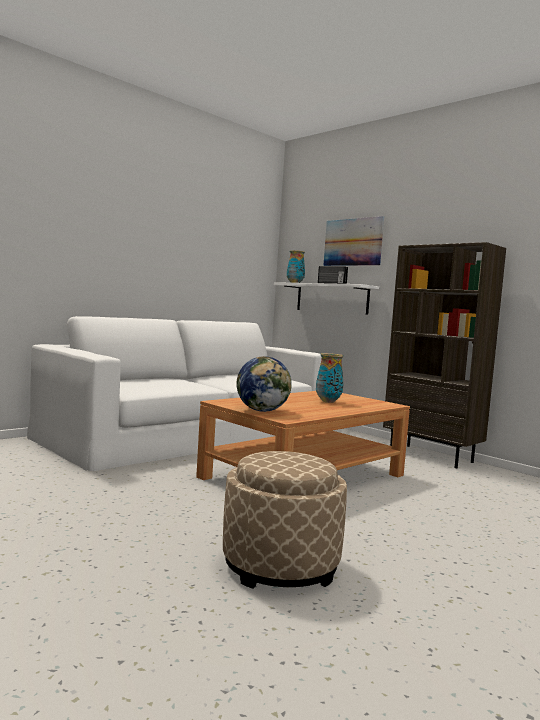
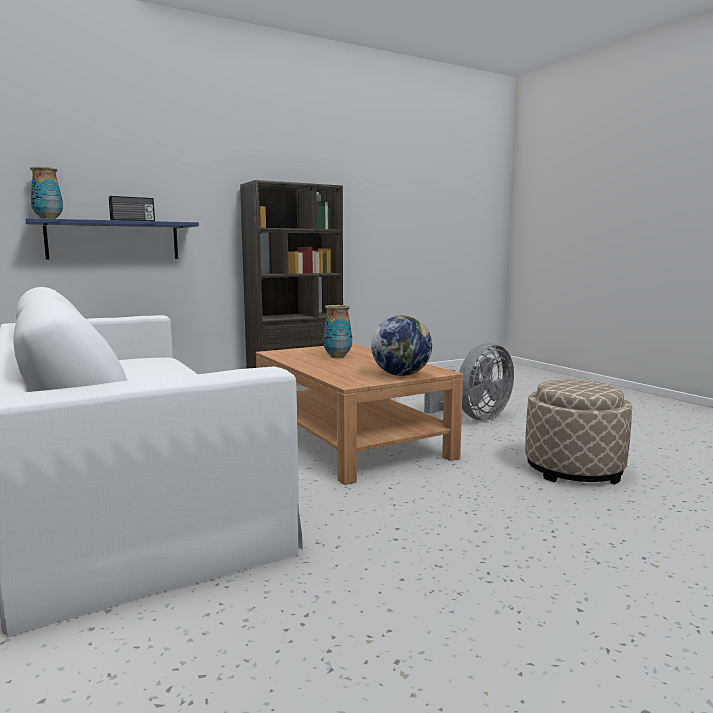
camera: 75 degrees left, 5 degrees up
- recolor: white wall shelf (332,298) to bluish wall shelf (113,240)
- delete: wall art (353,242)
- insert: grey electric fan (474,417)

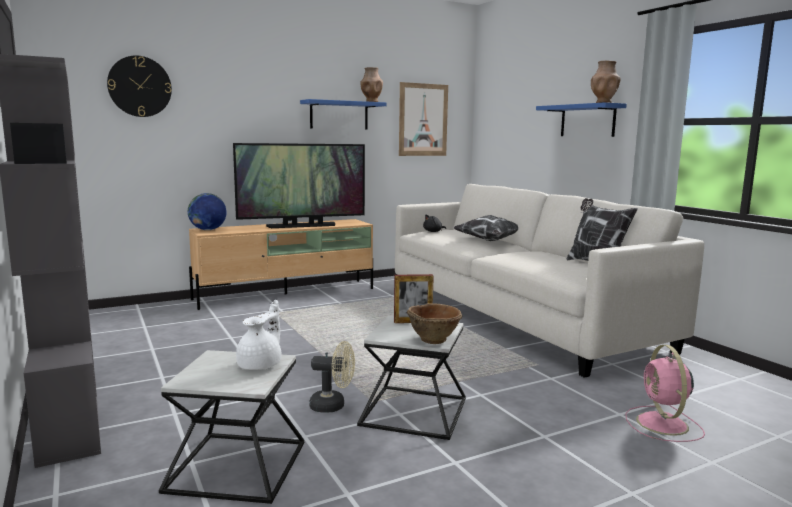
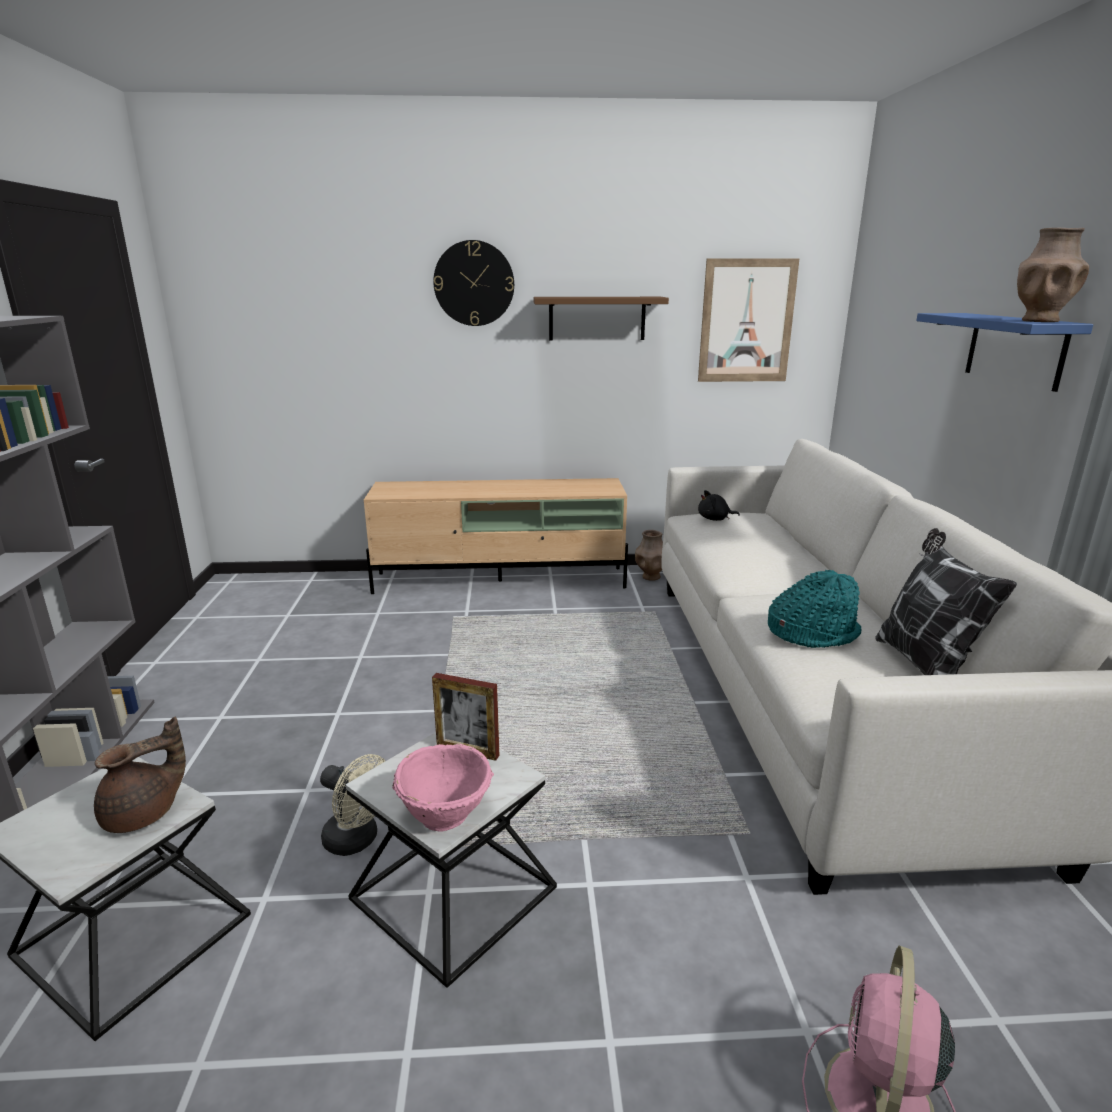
camera: 25 degrees right, 10 degrees up
- move: wall clock (139,86) to (474,283)
- delete: desk globe (208,230)
- delete: TV set (302,226)
- recolor: white teapot (261,365) to brown-coloured teapot (144,814)
- recolor: bluish wall shelf (339,115) to brown-coloured wall shelf (597,318)
- move: brown-coloured flower vase (371,102) to (650,577)
- recolor: brown-coloured serving bowl (433,339) to pink-coloured serving bowl (446,814)
- delete: cushion (490,241)
- insert: turquoise-coloured clothing hat (812,632)

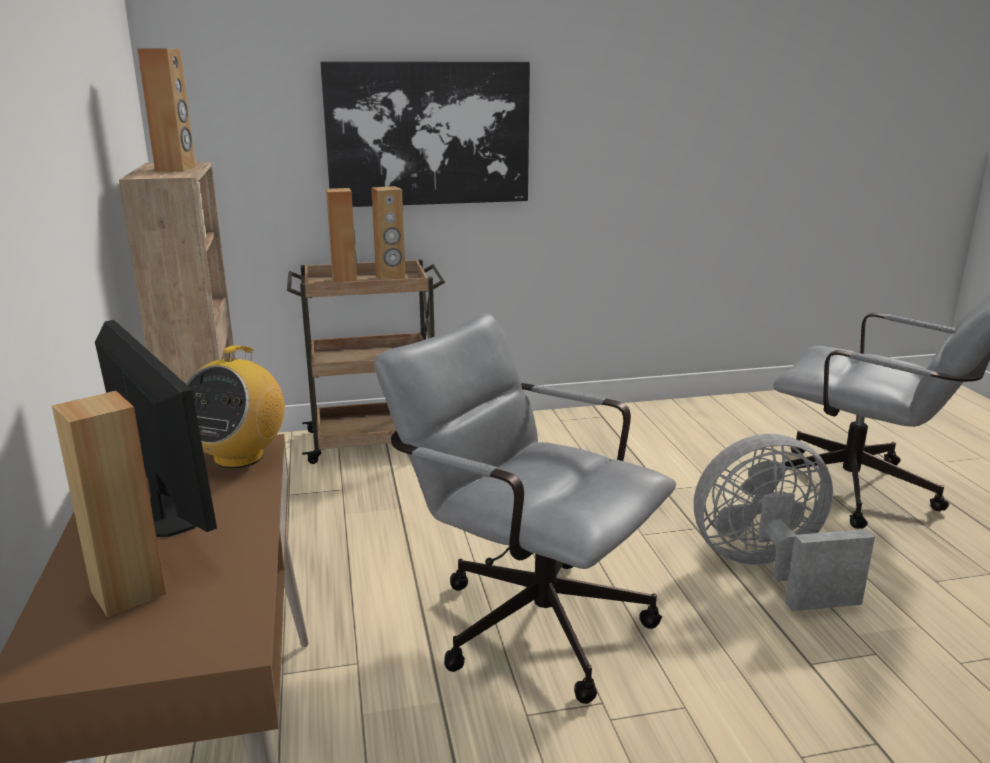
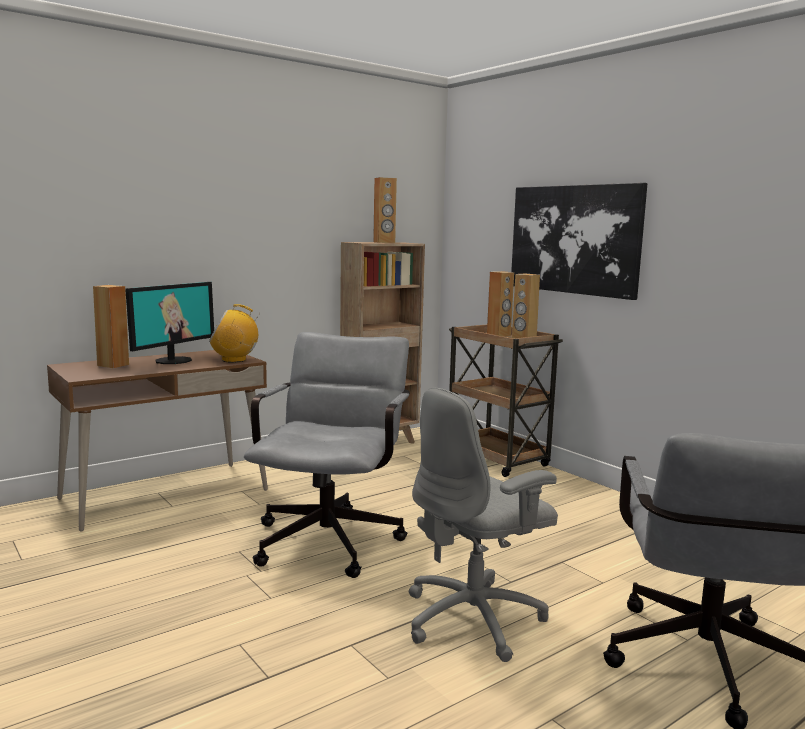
camera: 65 degrees right, 10 degrees down
- replace: grey electric fan (768,570) to grey computer chair (475,619)

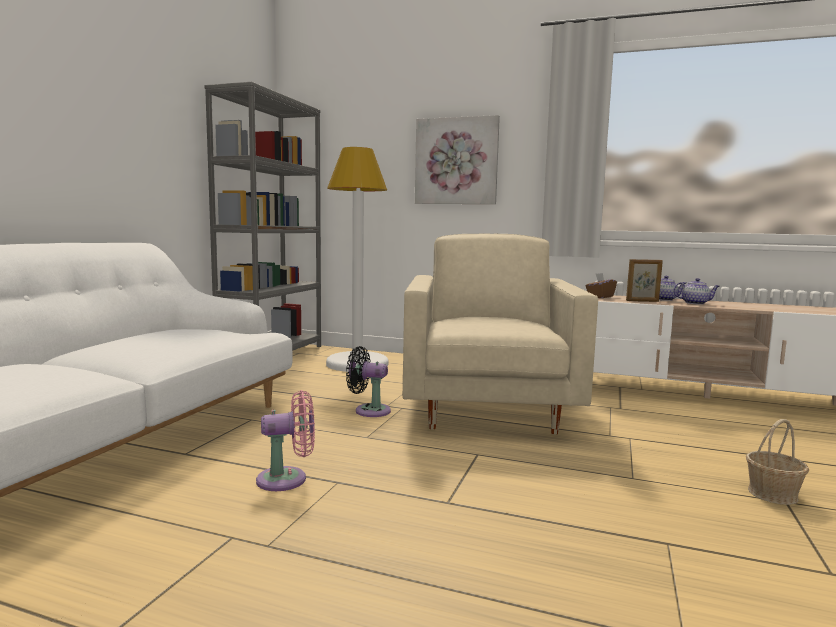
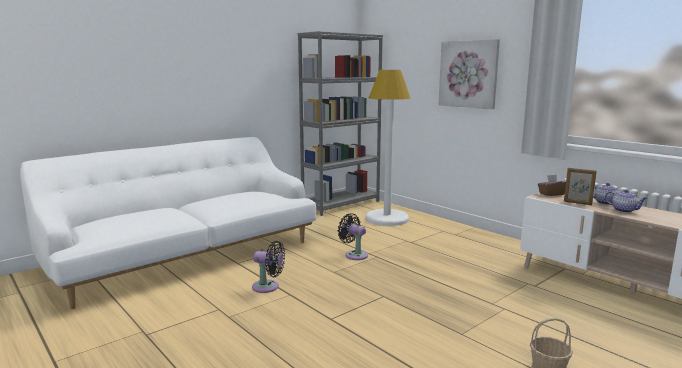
camera: 30 degrees right, 5 degrees up
- recolor: pink-coloured electric fan (287,479) to black electric fan (268,287)
- delete: beige lounge chair (489,409)

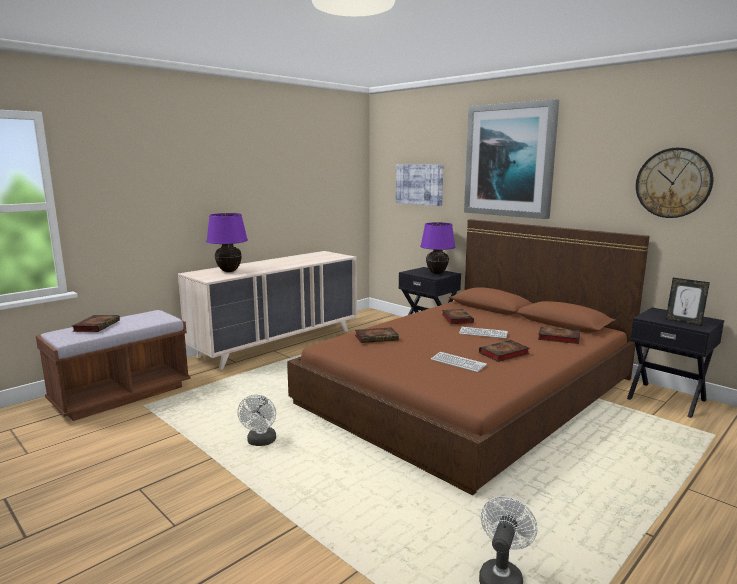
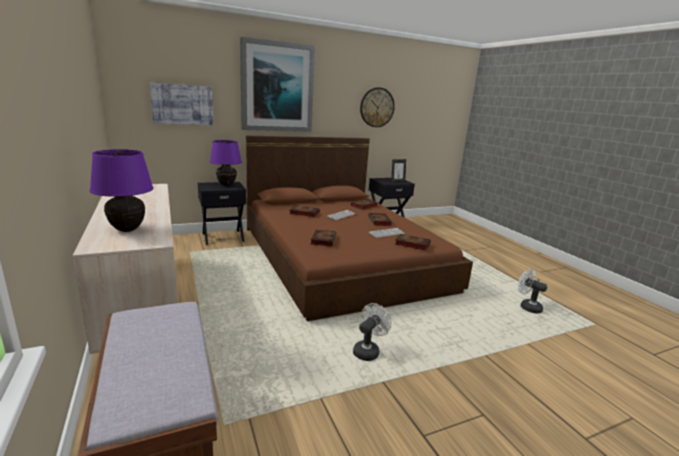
camera: 70 degrees left, 5 degrees up
- move: volume (97,326) to (411,244)
- rotate: white electric fan (261,442) = (368,351) 75 degrees counterclockwise

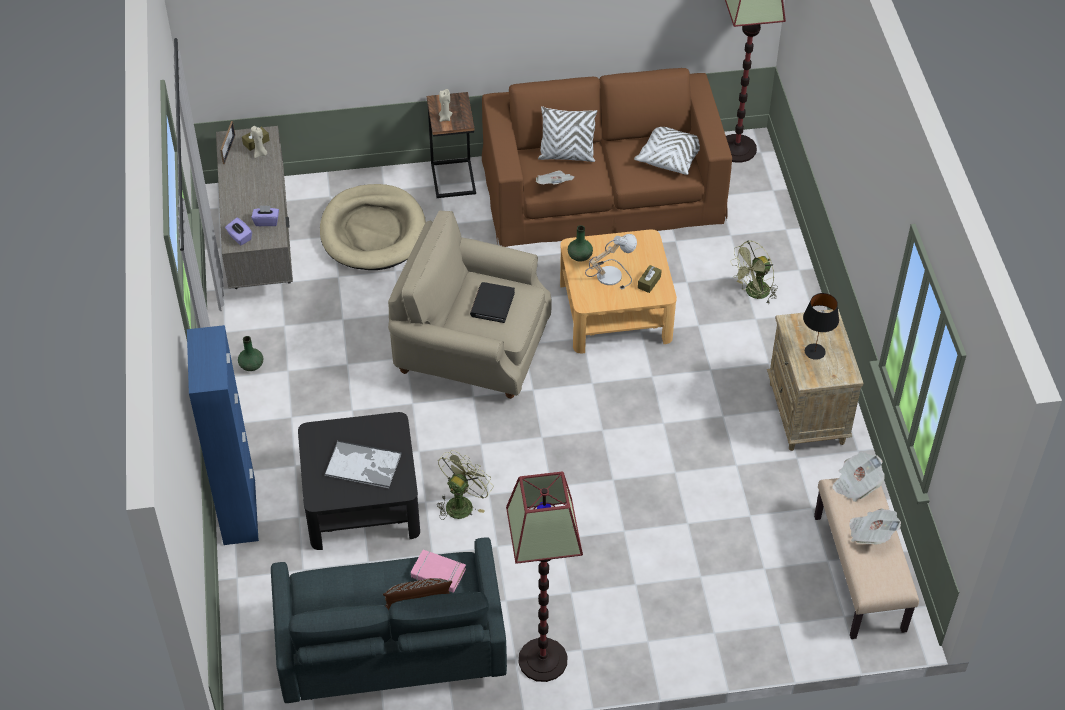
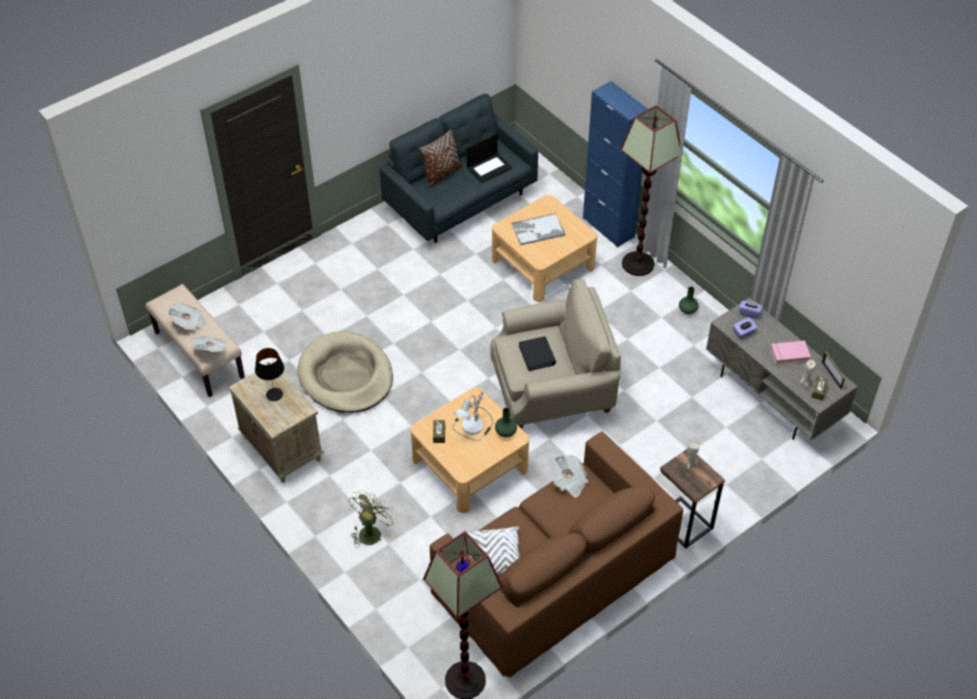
camera: 150 degrees right, 0 degrees up
- recolor: black low table (361,500) to beige low table (543,263)
- move: beige dog cushion (373,231) to (346,376)
- move: pink-coloured volume (438,573) to (789,354)
- delete: greenish electric fan (462,503)
- move: floor lamp (542,660) to (638,263)
- delete: white cushion (567,156)
- insert: notebook computer (489,167)

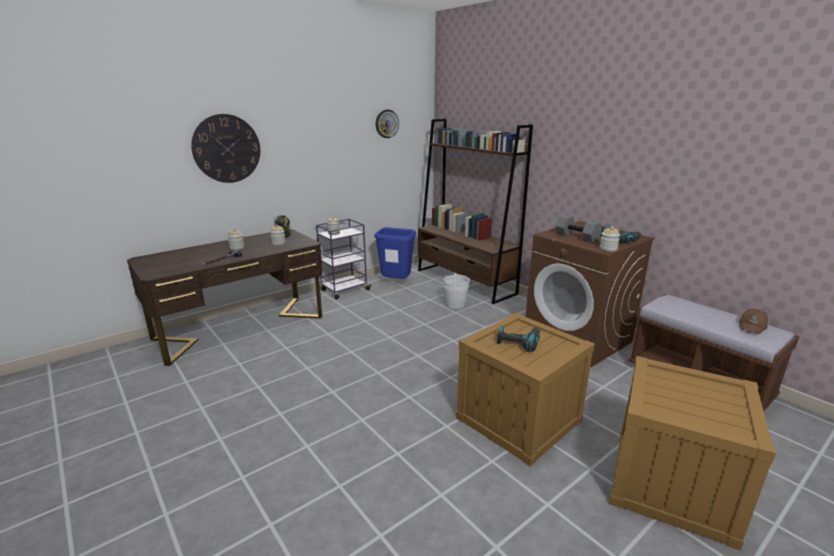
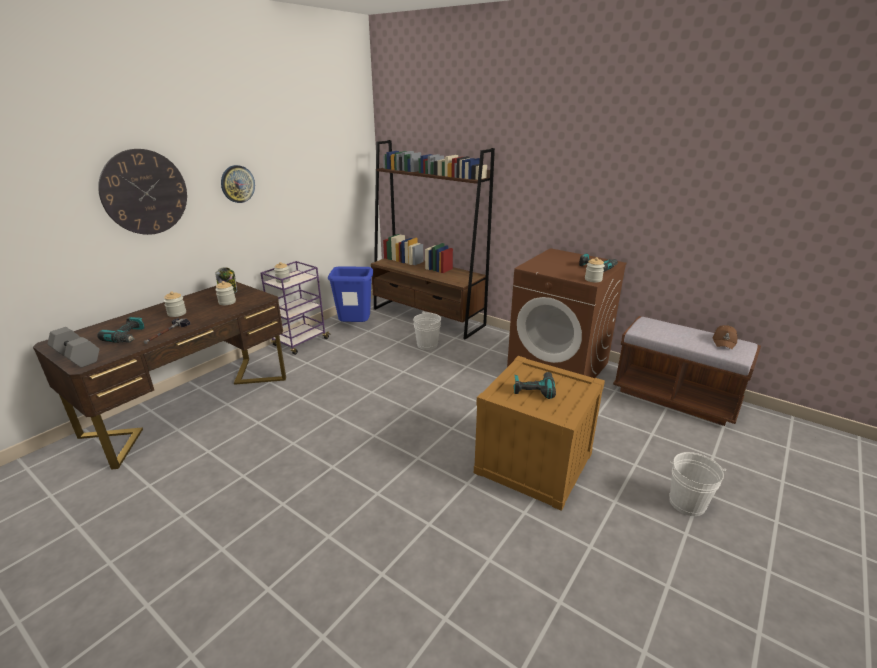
camera: 15 degrees left, 5 degrees up
- move: wall clock (386,123) to (237,184)
- move: grey hand weight (577,237) to (78,357)
- replace: packing crate (672,485) to white water bucket (687,503)
- insert: electric drill (128,337)

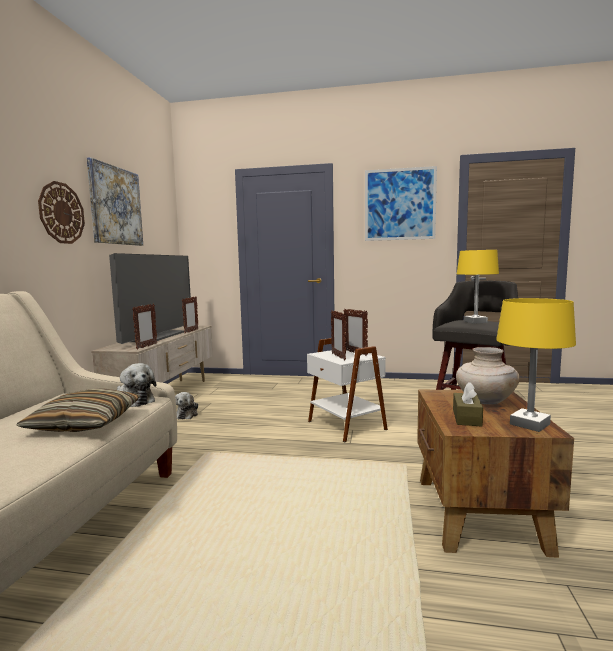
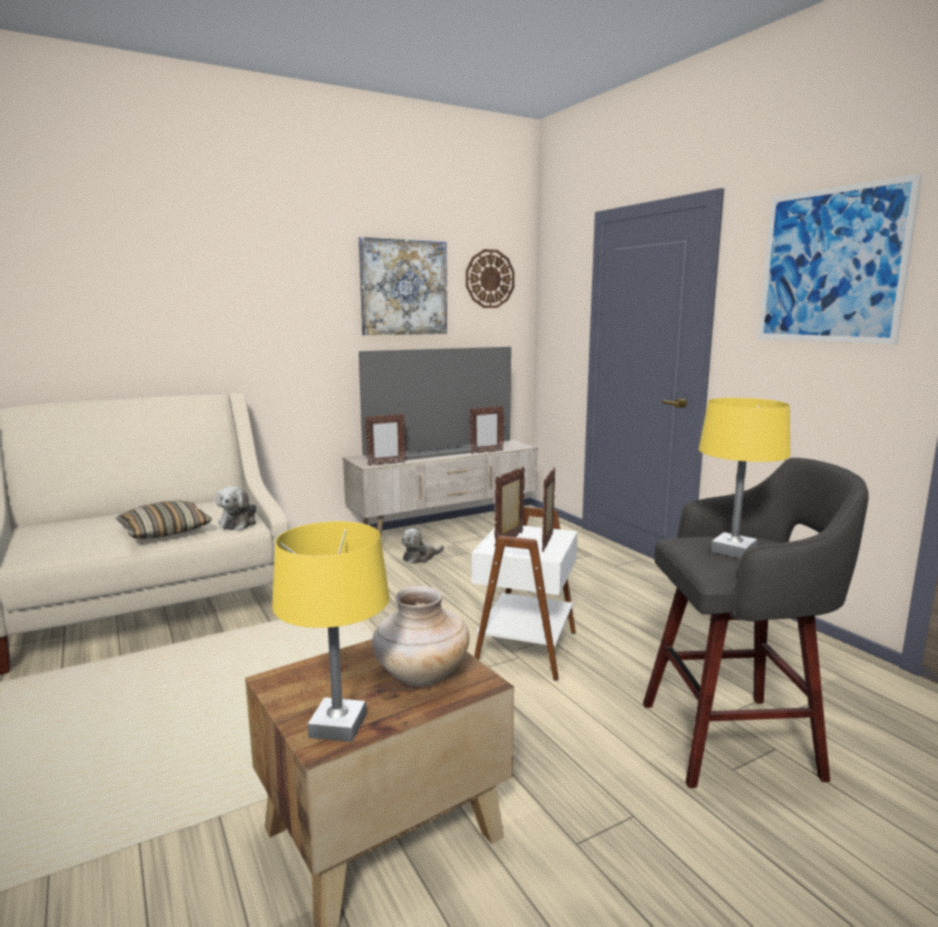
camera: 50 degrees right, 5 degrees up
- move: wall clock (61,213) to (489,279)
- delete: brown-coloured tissue box (466,417)

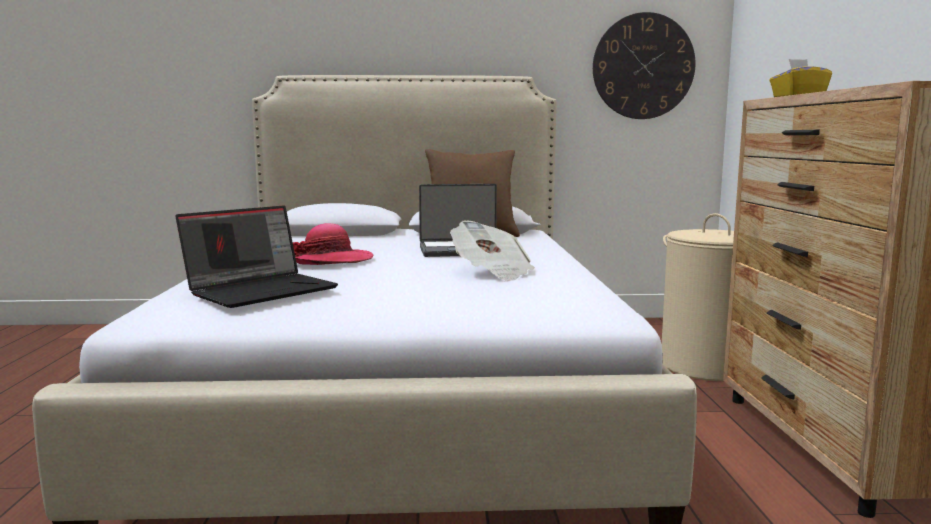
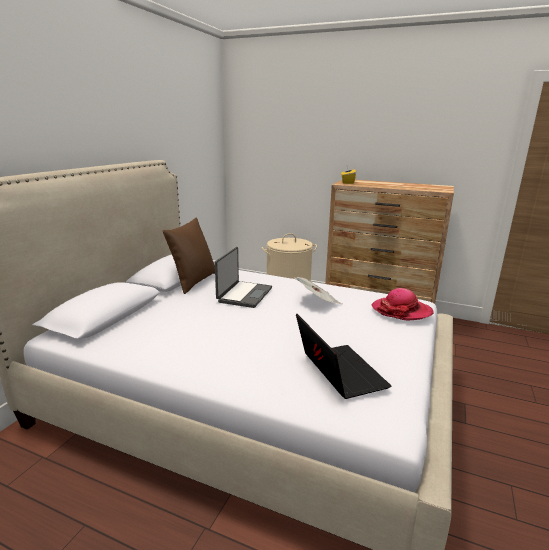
camera: 65 degrees left, 10 degrees up
- move: clothing hat (328,260) to (401,311)
- delete: wall clock (643,66)

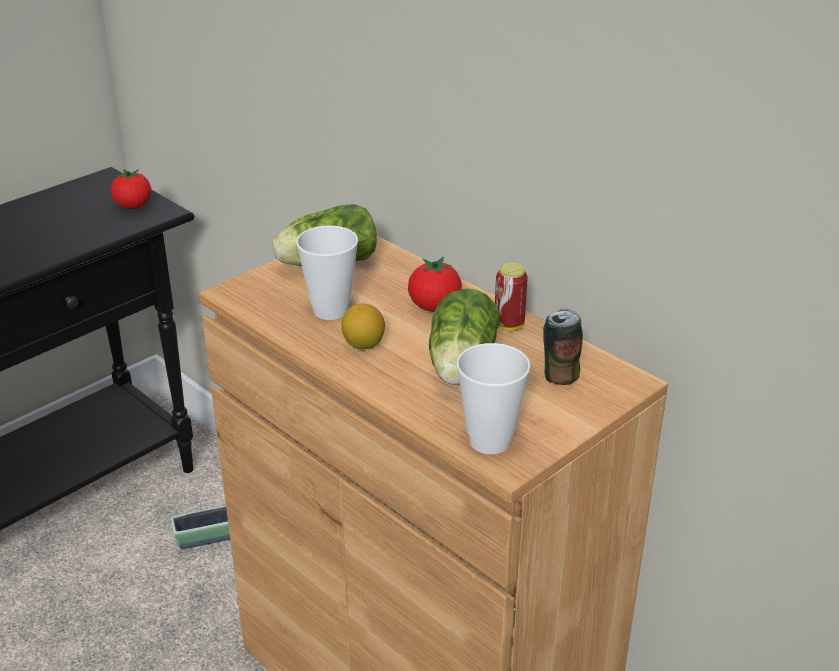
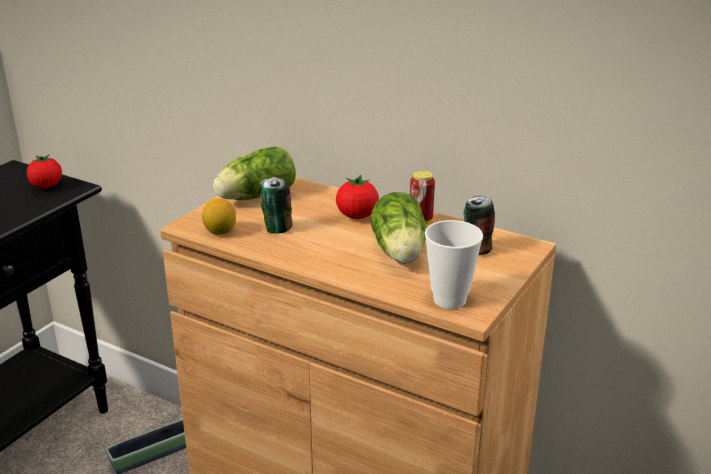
camera: 15 degrees left, 5 degrees down
- replace: cup (330,310) to sealed can (276,228)
- move: citrus fruit (363,345) to (220,232)

